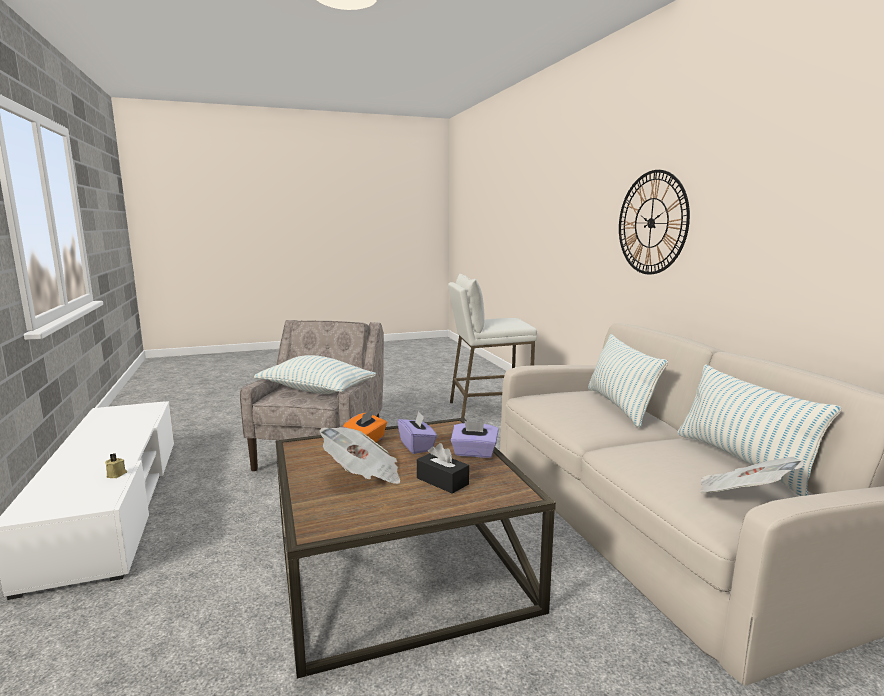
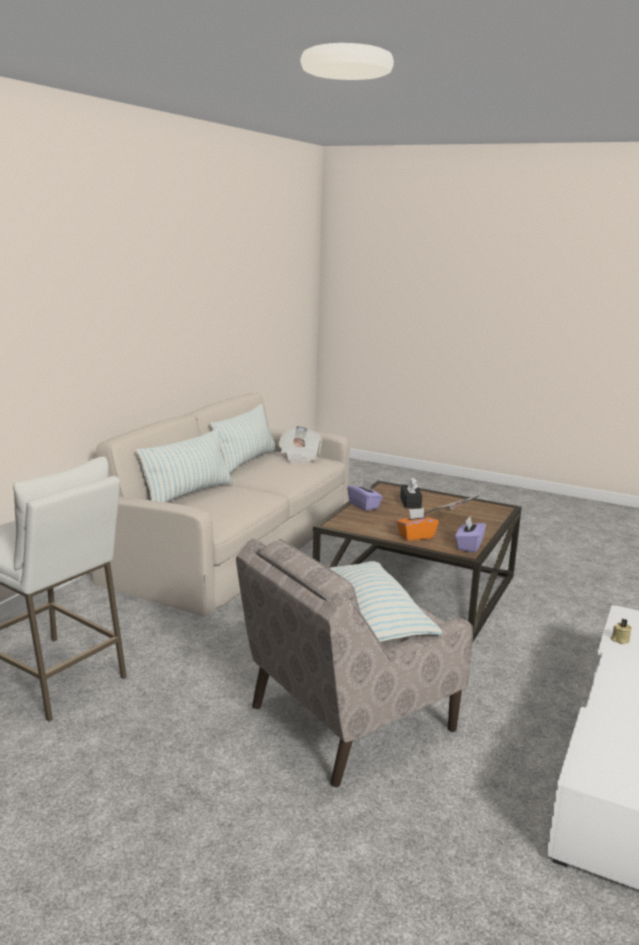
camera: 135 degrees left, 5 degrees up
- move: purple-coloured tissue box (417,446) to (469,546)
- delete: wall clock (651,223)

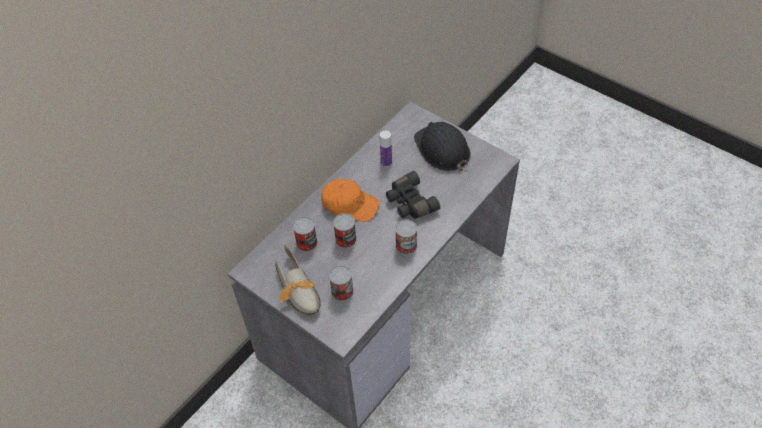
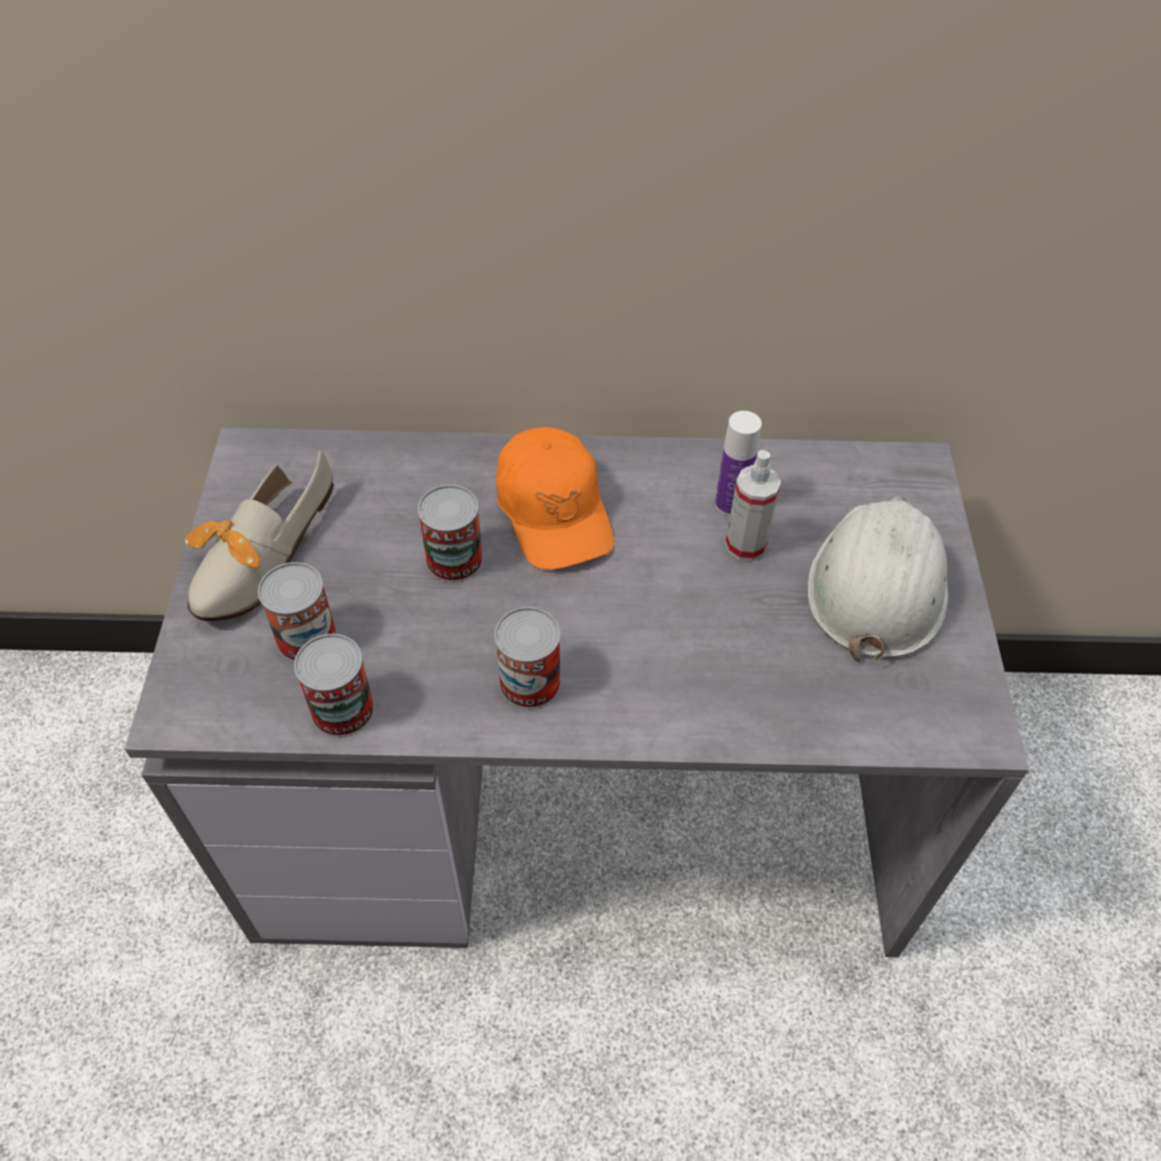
camera: 50 degrees right, 0 degrees up
- move: sealed can (306,242) to (343,709)
- delete: black field glasses (409,203)
- recolor: black work helmet (442,150) to white work helmet (876,584)
- insert: sprayer (745,545)

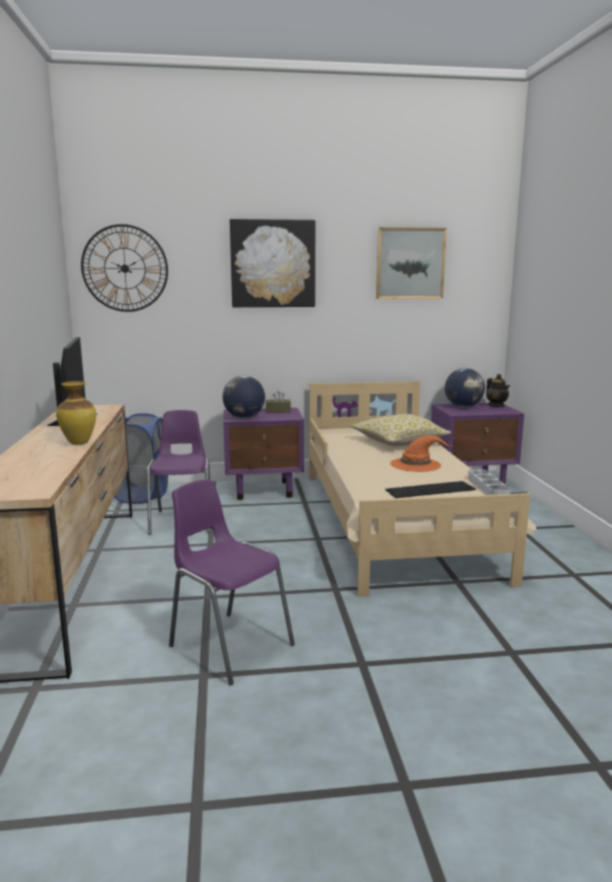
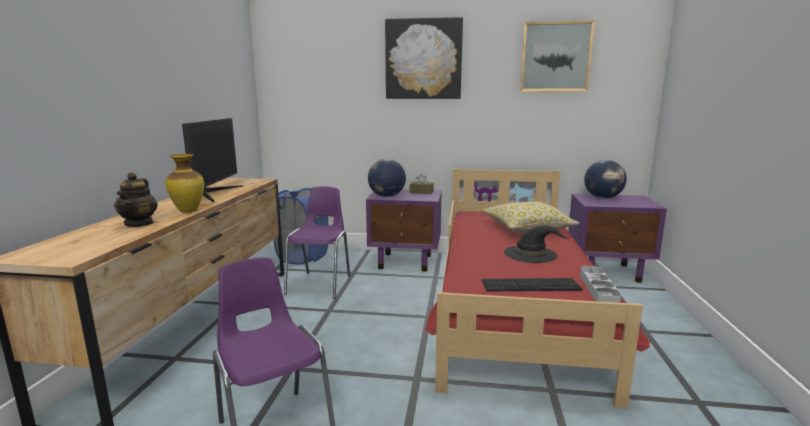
camera: 15 degrees right, 0 degrees up
- delete: wall clock (125,268)
- recolor: beige bed (395,522) to red bed (512,308)
- recolor: orangey clothing hat (416,464) to black clothing hat (531,254)
- move: teapot (496,406) to (139,223)

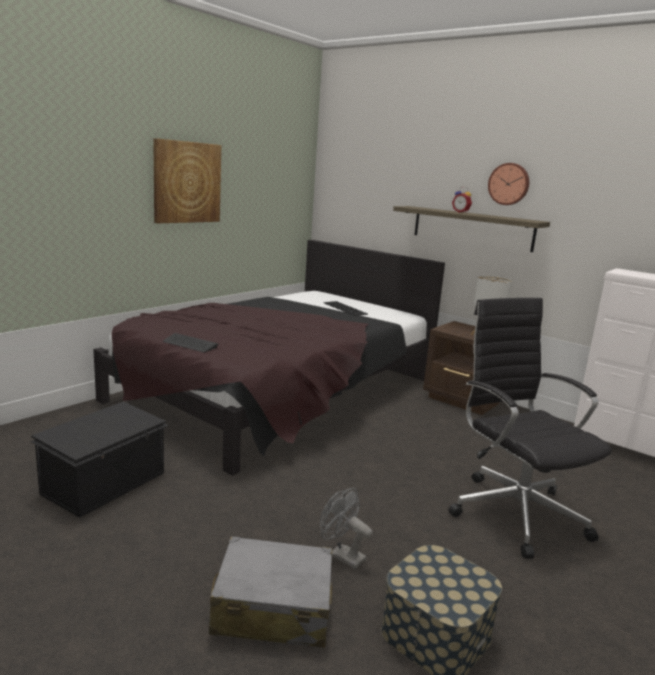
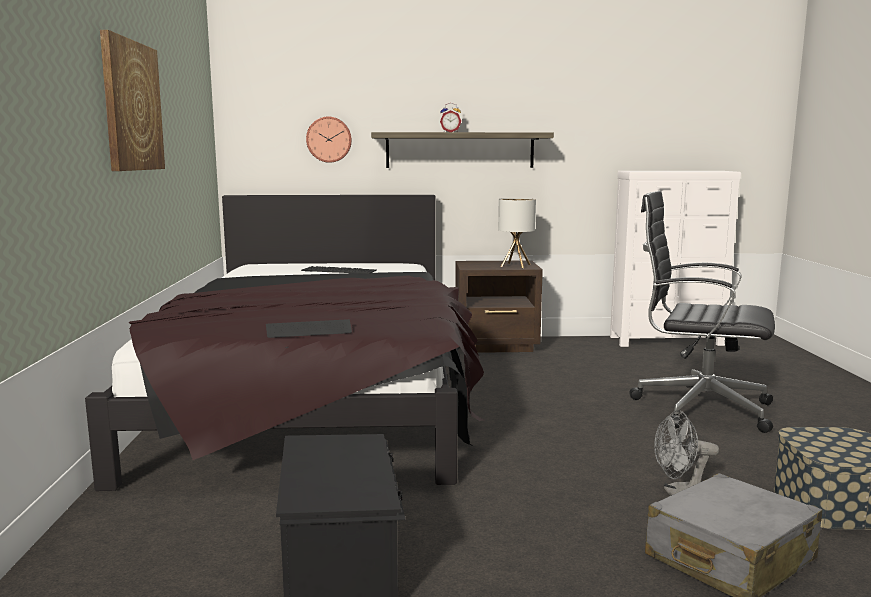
camera: 40 degrees left, 5 degrees down
- move: wall clock (509,184) to (329,139)

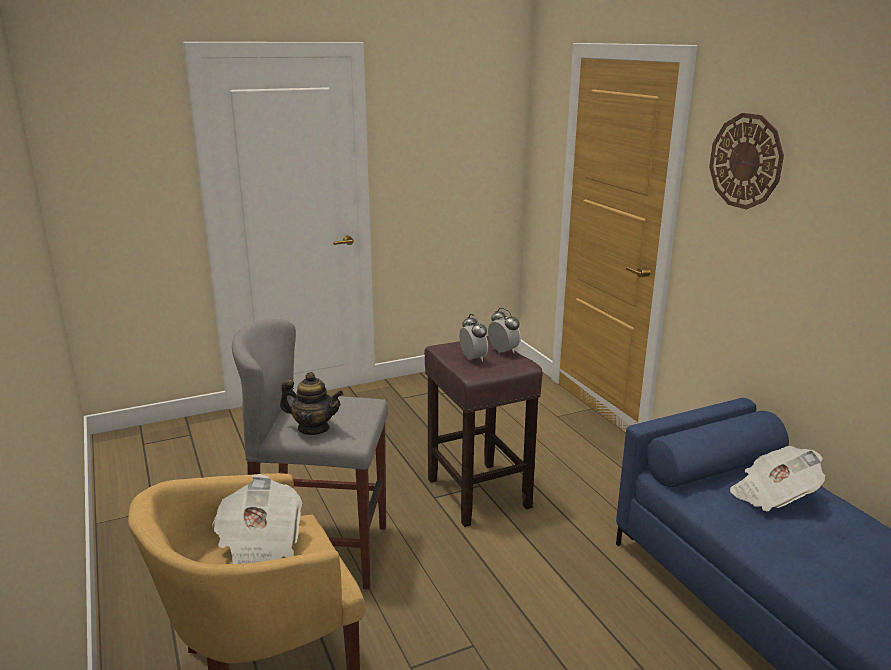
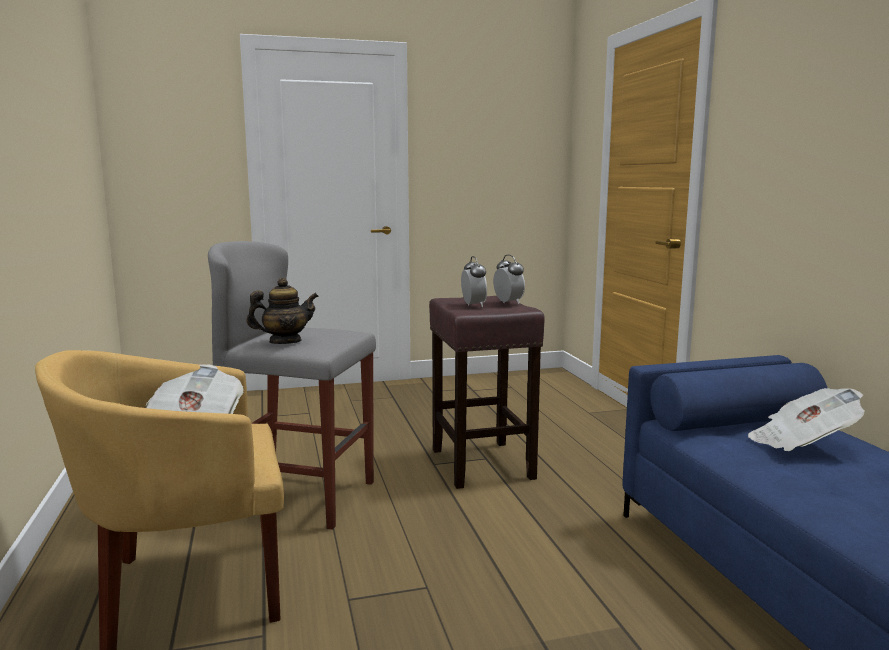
camera: 10 degrees right, 10 degrees down
- rotate: teapot (313,428) = (285,342) 45 degrees counterclockwise
- delete: wall clock (746,161)

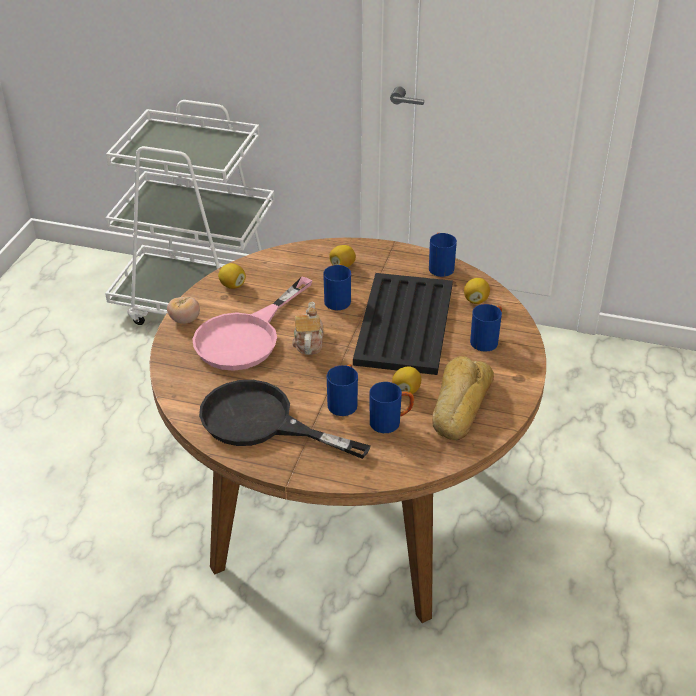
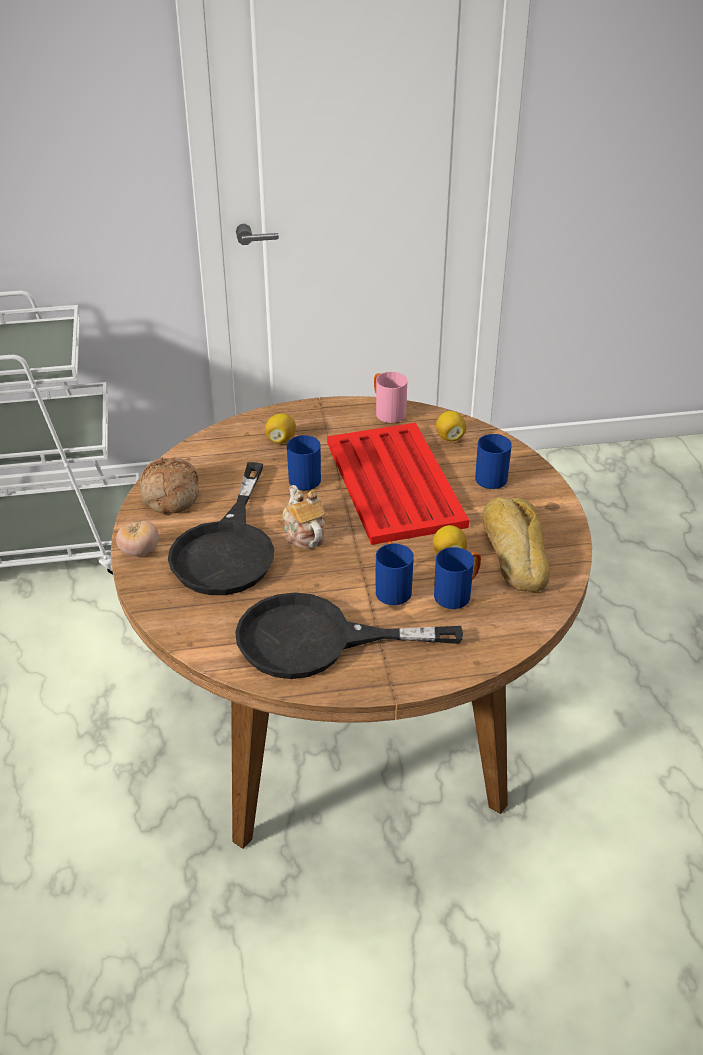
camera: 25 degrees left, 0 degrees up
- recolor: pink-coloured frying pan (246,336) to black frying pan (227,548)
- replace: citrus fruit (232,285) to baked bread (169,495)
- recolor: black tray (405,323) to red tray (394,482)
- recolor: bluish mug (439,266) to pink-coloured mug (386,412)

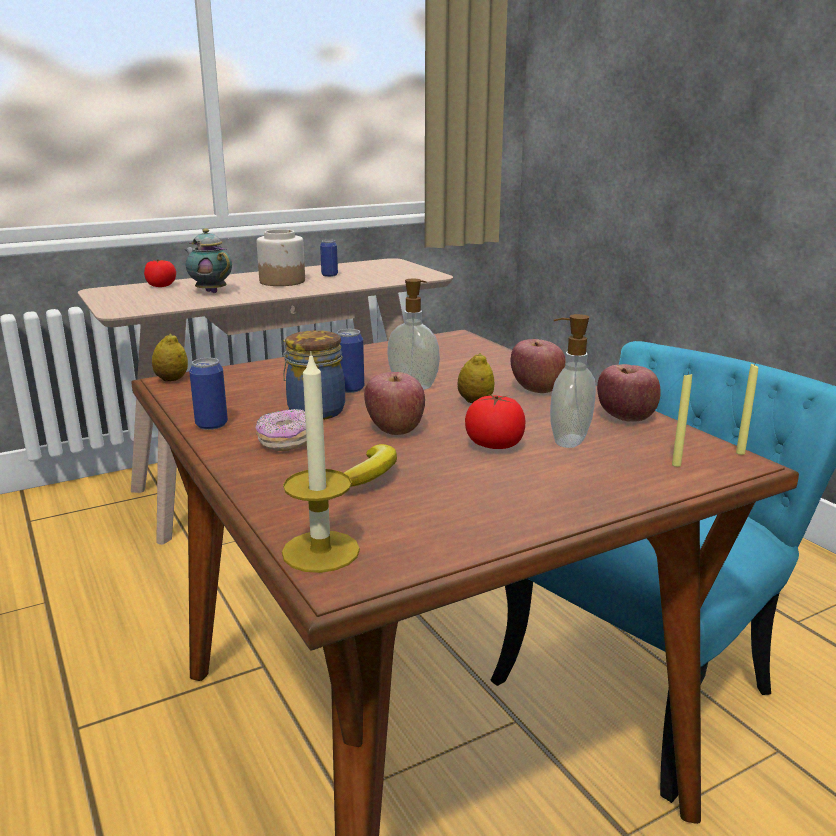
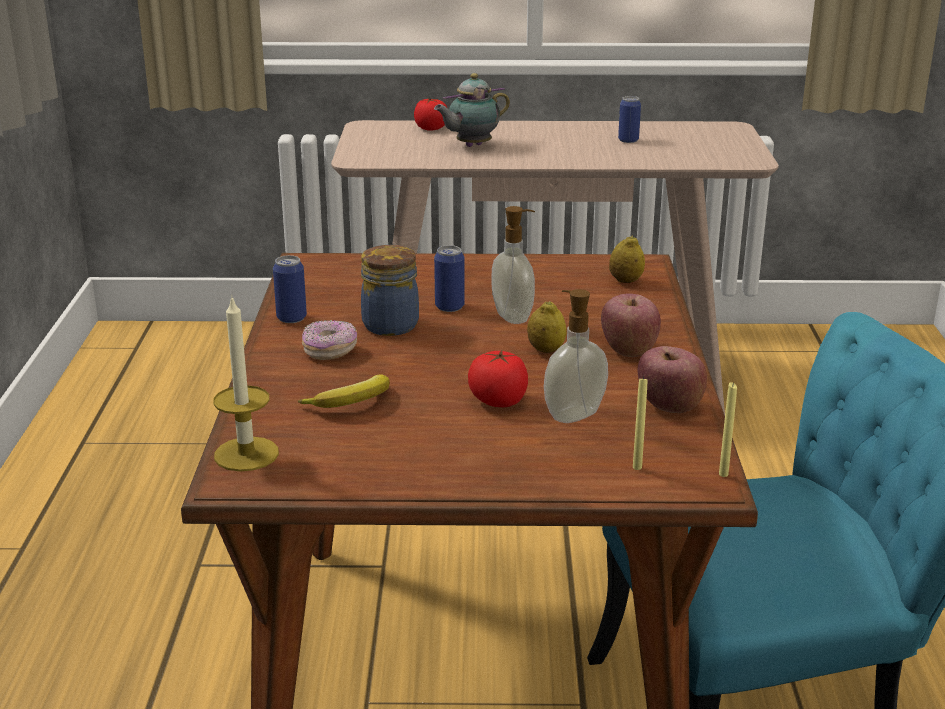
camera: 30 degrees right, 5 degrees up
- move: citrus fruit (172,380) to (625,281)
- rotate: teapot (210,292) = (471,146) 105 degrees counterclockwise
- delete: jar (283,281)
- delete: whole apple (395,429)

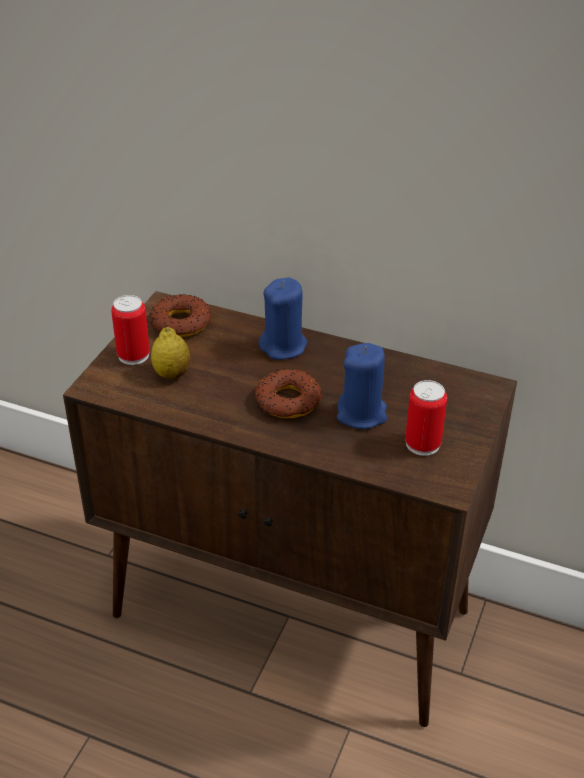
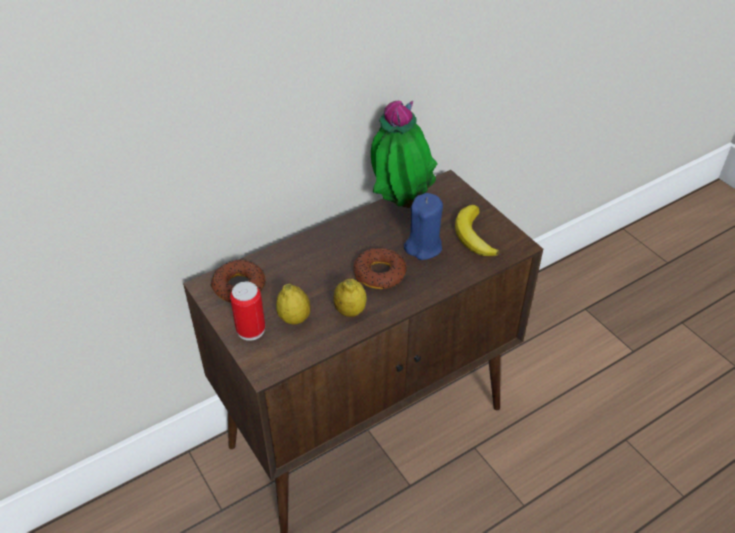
camera: 55 degrees left, 5 degrees up
- delete: bluish candle (283,346)
- replace: sealed can (422,444) to banana fruit (473,235)
- insert: citrus fruit (350,311)
- insert: potted plant (399,203)

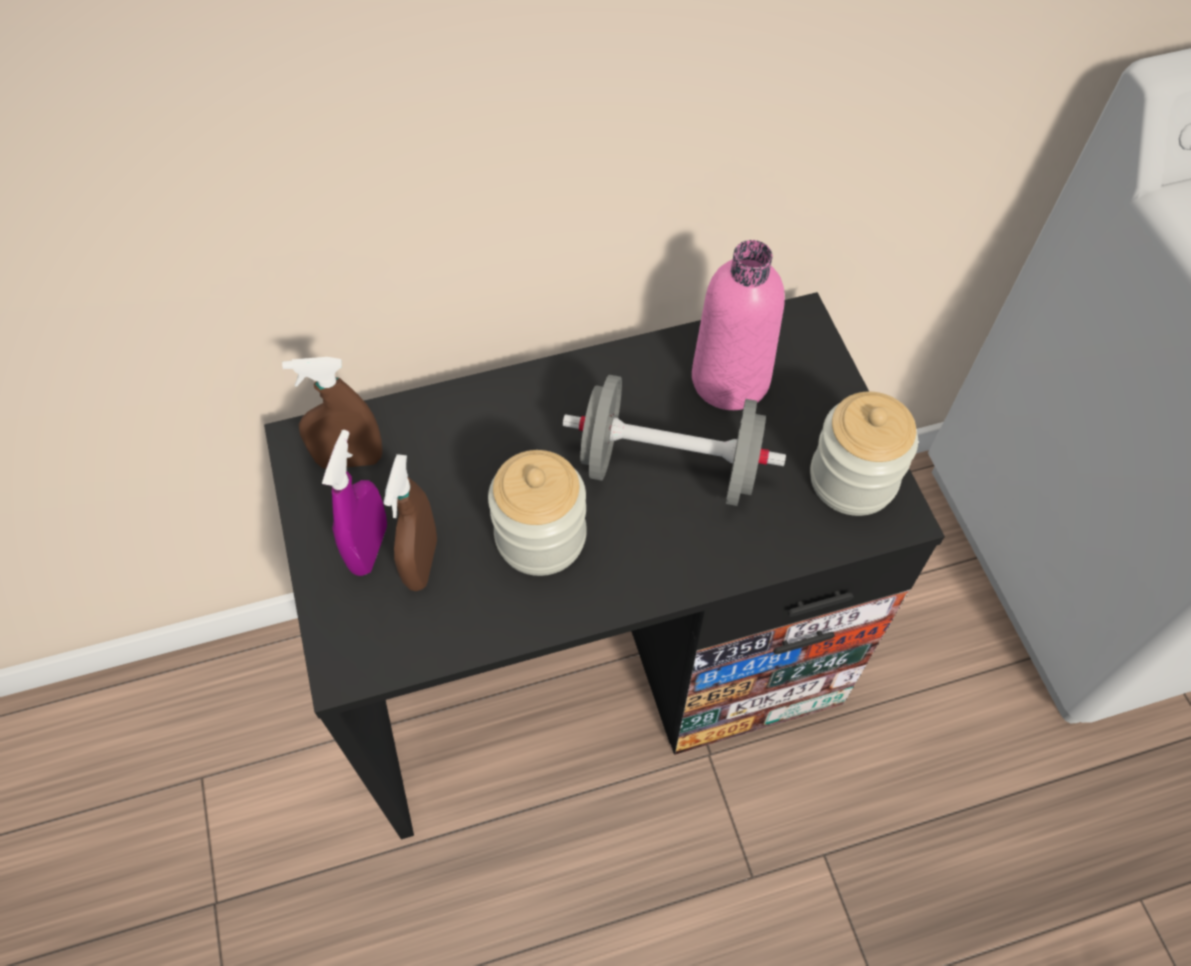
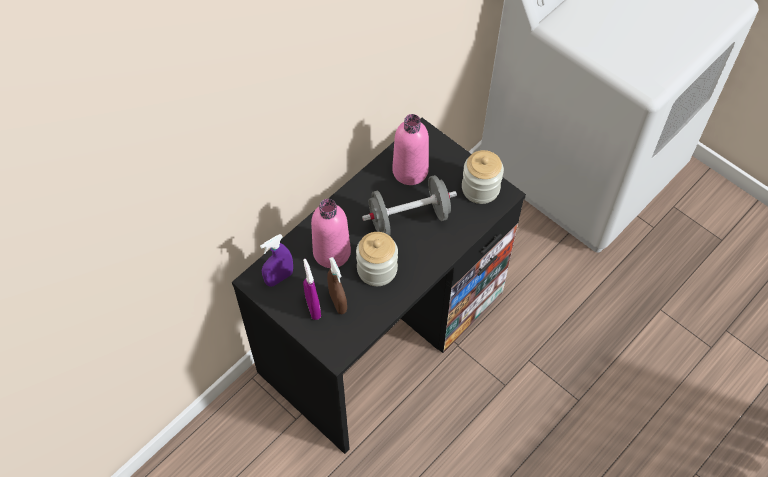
camera: 30 degrees left, 0 degrees up
- recolor: brown-coloured sprayer (350,460) to purple-coloured sprayer (279,278)
- insert: pink-coloured beverage bottle (332,252)

